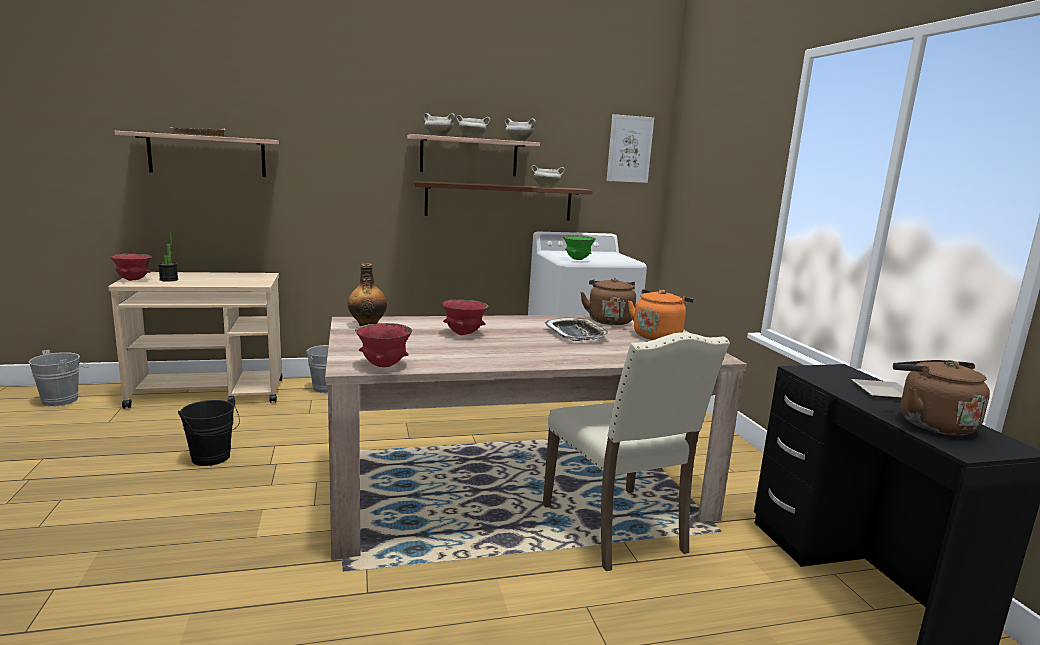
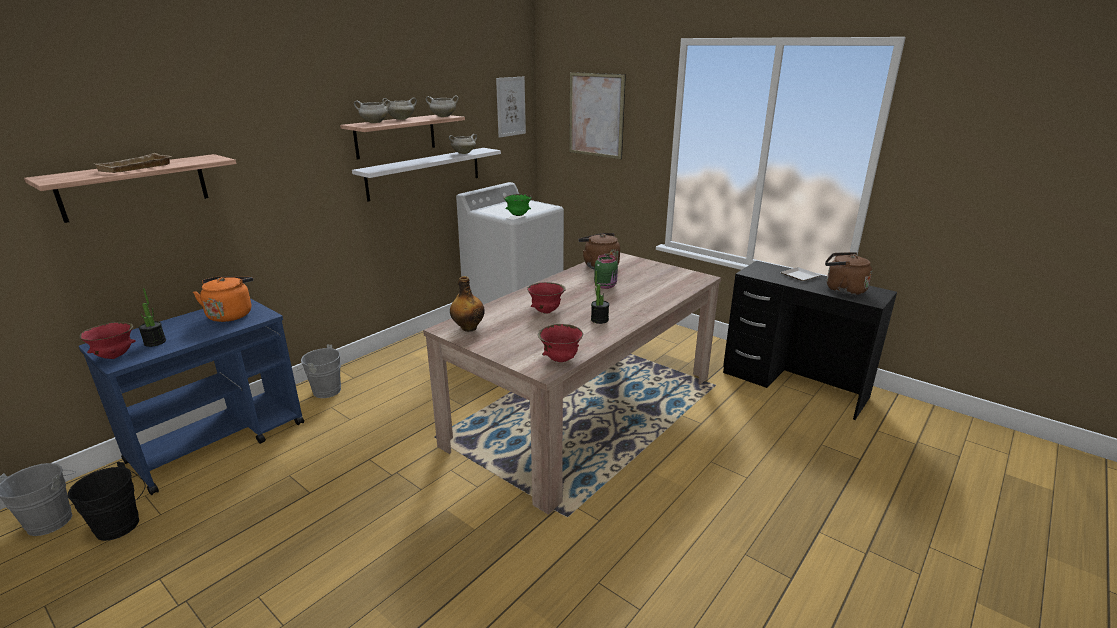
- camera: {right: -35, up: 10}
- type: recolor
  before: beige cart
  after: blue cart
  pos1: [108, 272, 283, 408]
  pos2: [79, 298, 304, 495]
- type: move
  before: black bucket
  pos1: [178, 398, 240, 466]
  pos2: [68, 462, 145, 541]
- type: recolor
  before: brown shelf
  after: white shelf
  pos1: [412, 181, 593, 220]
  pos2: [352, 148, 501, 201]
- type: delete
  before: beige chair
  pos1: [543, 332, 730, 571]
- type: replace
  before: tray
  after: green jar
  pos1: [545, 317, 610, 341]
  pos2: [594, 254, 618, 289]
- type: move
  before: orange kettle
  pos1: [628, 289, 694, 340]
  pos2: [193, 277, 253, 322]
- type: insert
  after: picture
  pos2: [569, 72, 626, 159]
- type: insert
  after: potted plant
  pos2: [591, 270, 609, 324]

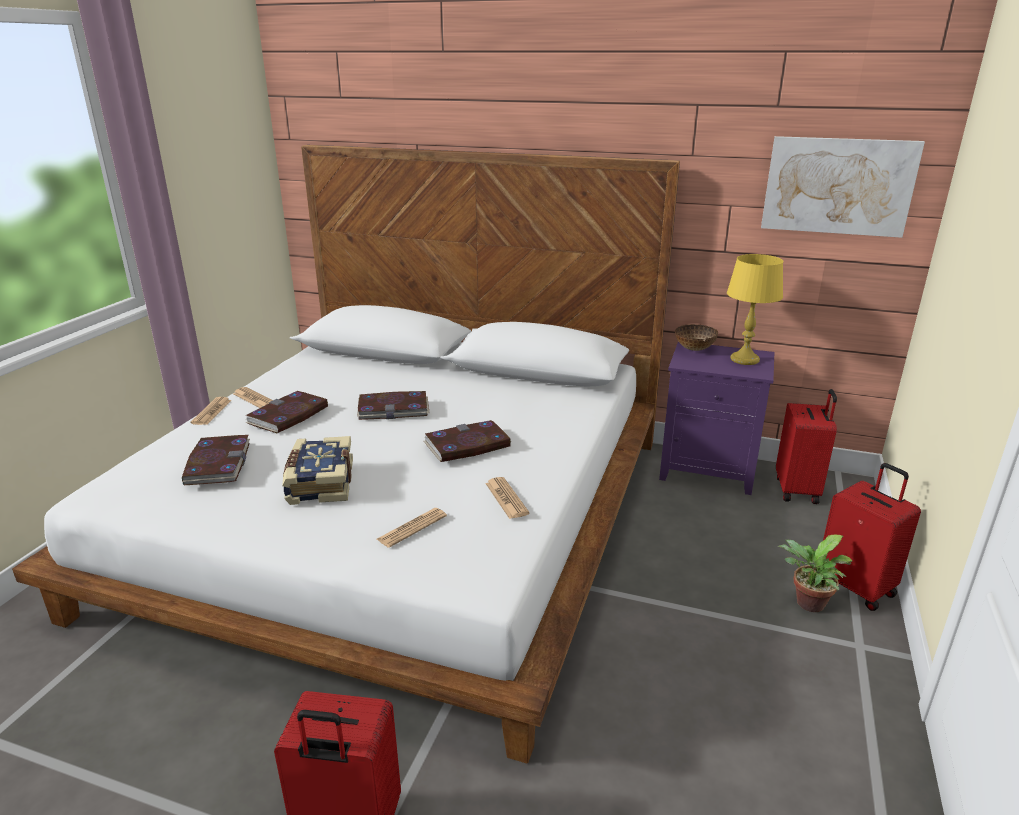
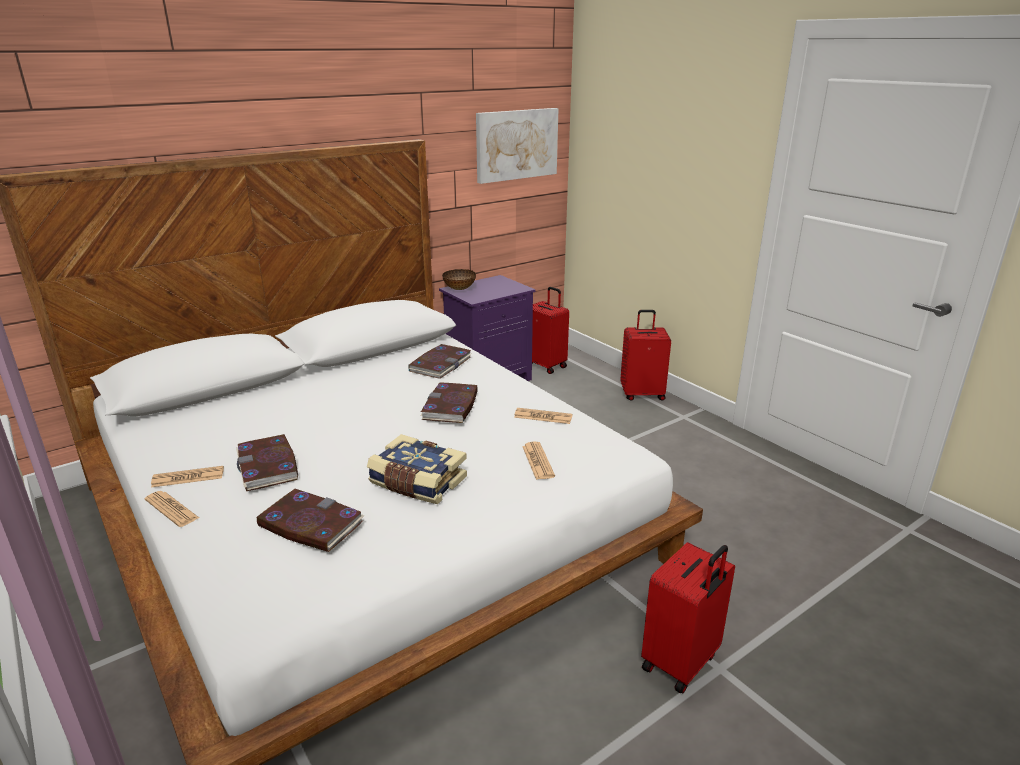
- camera: {right: -55, up: 0}
- type: move
  before: book
  pos1: [357, 391, 429, 420]
  pos2: [408, 344, 471, 379]
- type: delete
  before: yellow table lamp
  pos1: [727, 254, 783, 365]
- type: delete
  before: potted plant
  pos1: [777, 535, 852, 612]

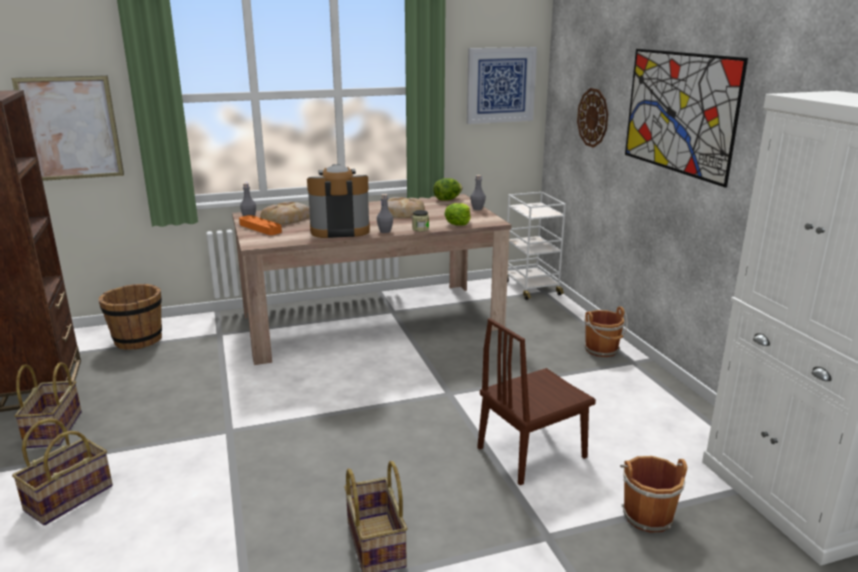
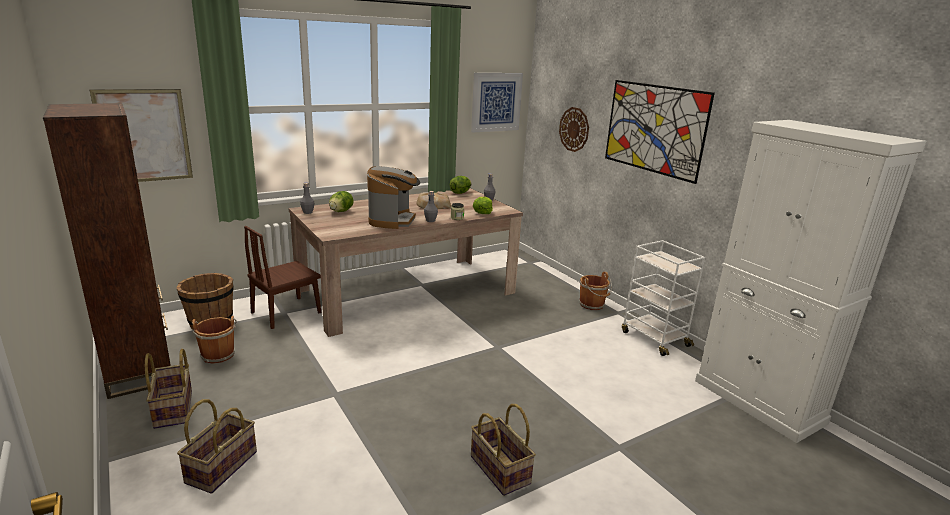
- camera: {right: -15, up: 0}
- type: delete
  before: orange tray
  pos1: [239, 215, 282, 235]
- type: replace
  before: bread
  after: lettuce
  pos1: [260, 202, 310, 224]
  pos2: [329, 191, 354, 212]
- type: rotate
  before: coffee machine
  pos1: [307, 164, 370, 238]
  pos2: [367, 166, 420, 229]
  turn: 120
- type: move
  before: brown chair
  pos1: [477, 318, 596, 485]
  pos2: [244, 226, 321, 329]
- type: move
  before: white cart
  pos1: [507, 192, 566, 300]
  pos2: [622, 240, 705, 356]
- type: move
  before: brown bucket
  pos1: [620, 456, 687, 533]
  pos2: [192, 316, 237, 364]

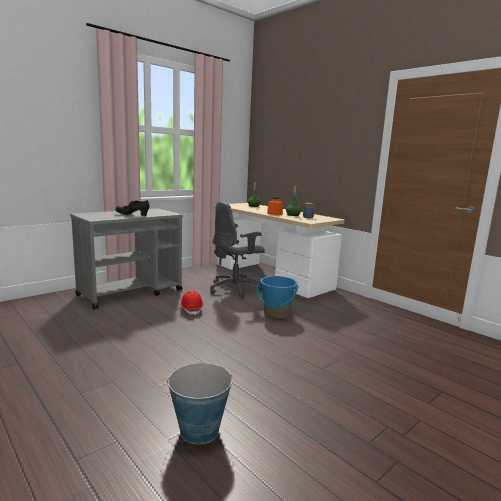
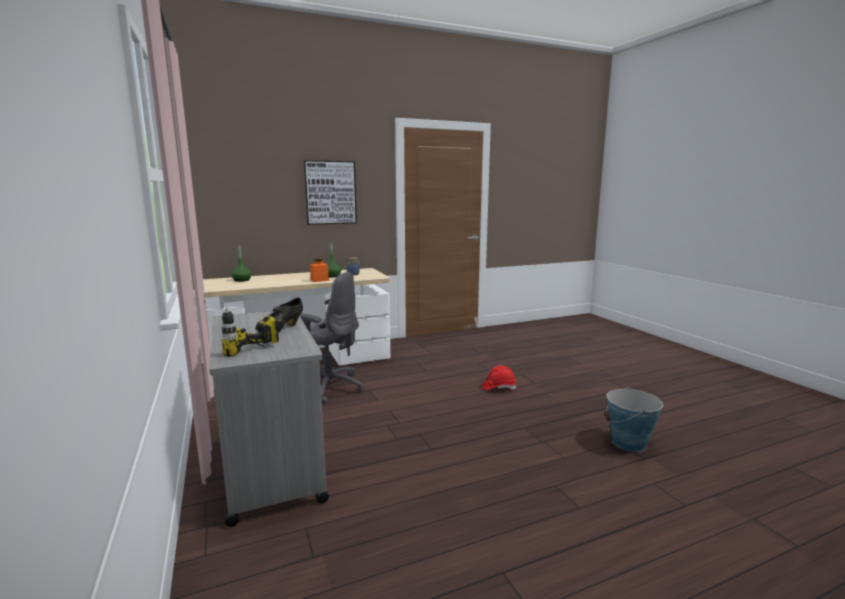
- camera: {right: -70, up: 0}
- type: move
  before: red hard hat
  pos1: [180, 291, 203, 315]
  pos2: [482, 365, 516, 390]
- type: rotate
  before: grey office chair
  pos1: [210, 201, 265, 299]
  pos2: [300, 272, 364, 404]
  turn: -60
- type: delete
  before: blue bucket
  pos1: [258, 276, 299, 319]
- type: insert
  after: power drill
  pos2: [221, 307, 279, 357]
- type: insert
  after: picture
  pos2: [304, 160, 357, 225]

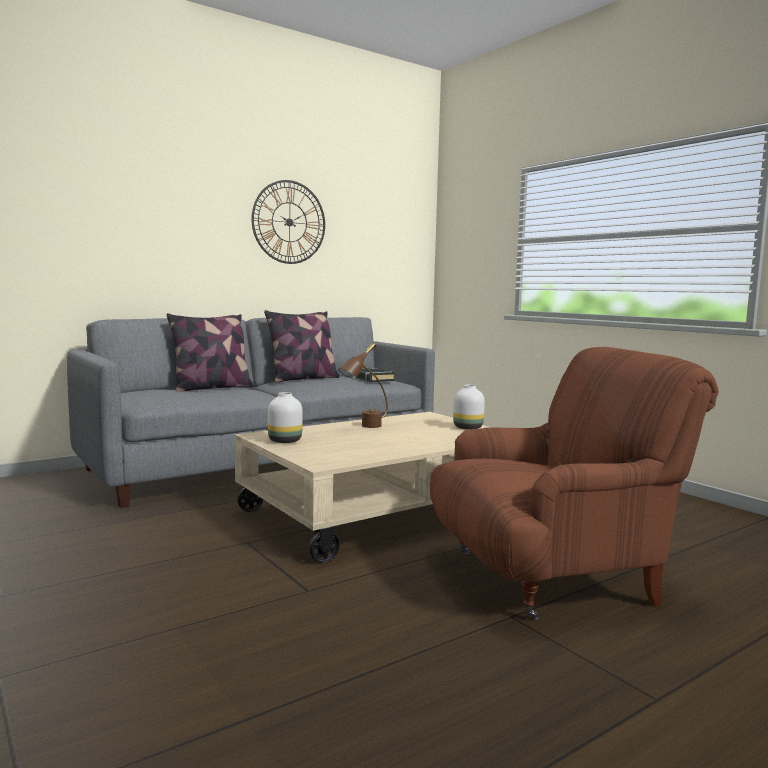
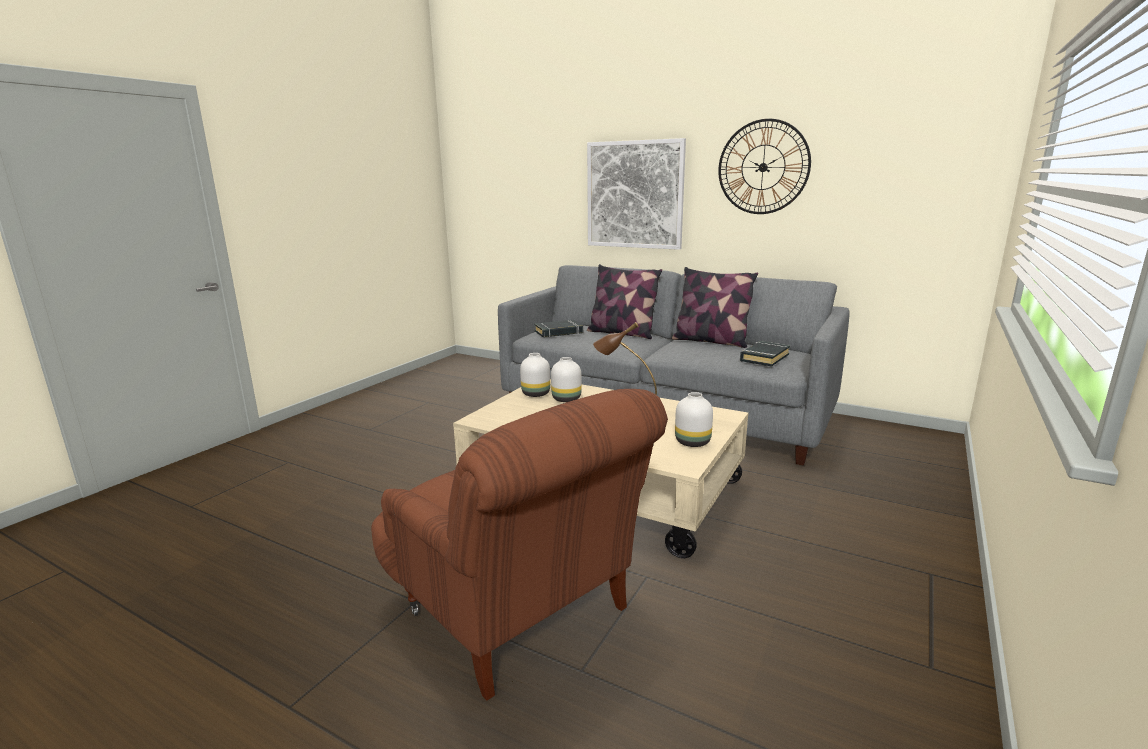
- camera: {right: 65, up: 10}
- type: insert
  after: black book
  pos2: [535, 320, 583, 337]
- type: insert
  after: white vase
  pos2: [551, 357, 582, 402]
- type: insert
  after: picture
  pos2: [587, 138, 686, 250]

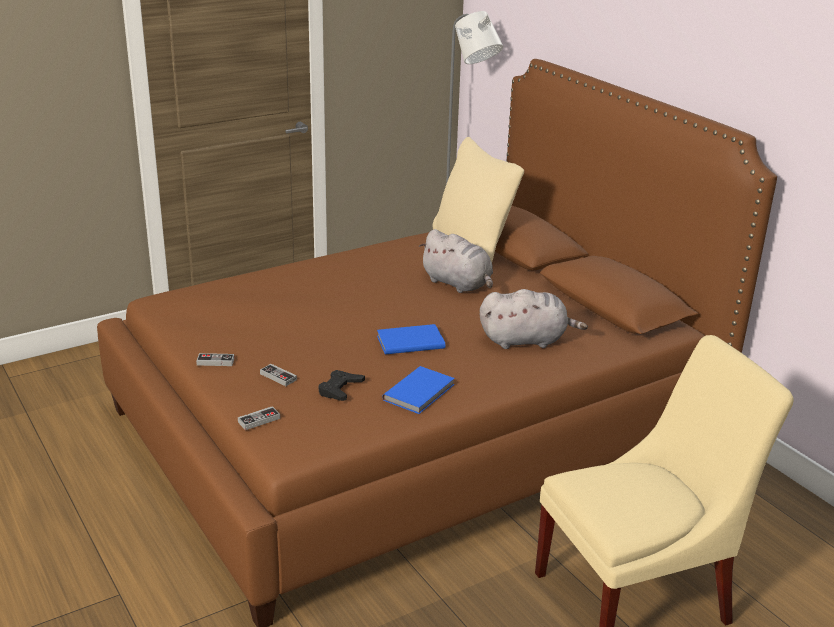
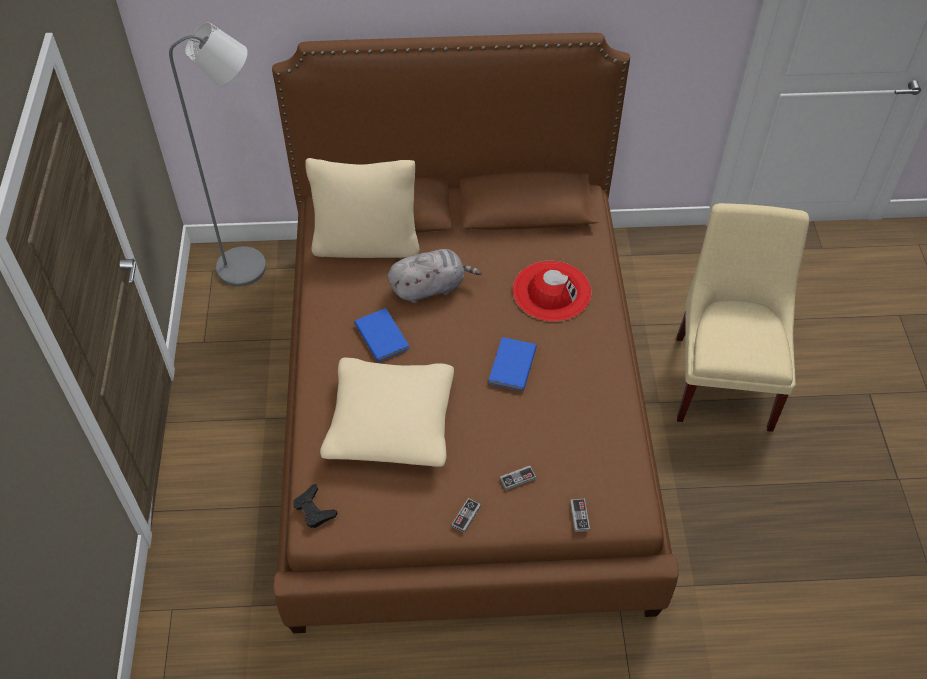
- camera: {right: -60, up: 25}
- type: move
  before: black game controller
  pos1: [319, 370, 365, 401]
  pos2: [293, 484, 338, 528]
- type: move
  before: blue book
  pos1: [382, 366, 455, 414]
  pos2: [354, 308, 410, 362]
- type: replace
  before: grey plush toy
  after: red hat
  pos1: [480, 289, 588, 349]
  pos2: [513, 261, 592, 322]
- type: insert
  after: beige pillow
  pos2: [320, 357, 454, 467]

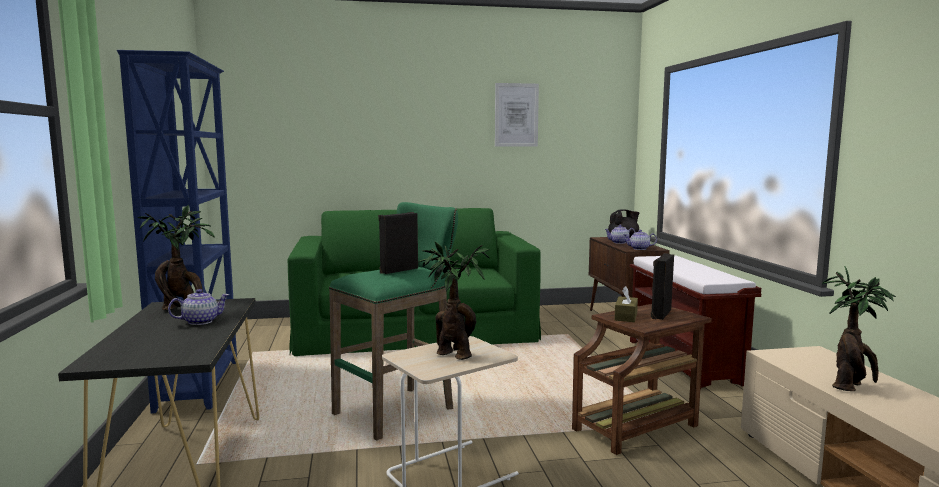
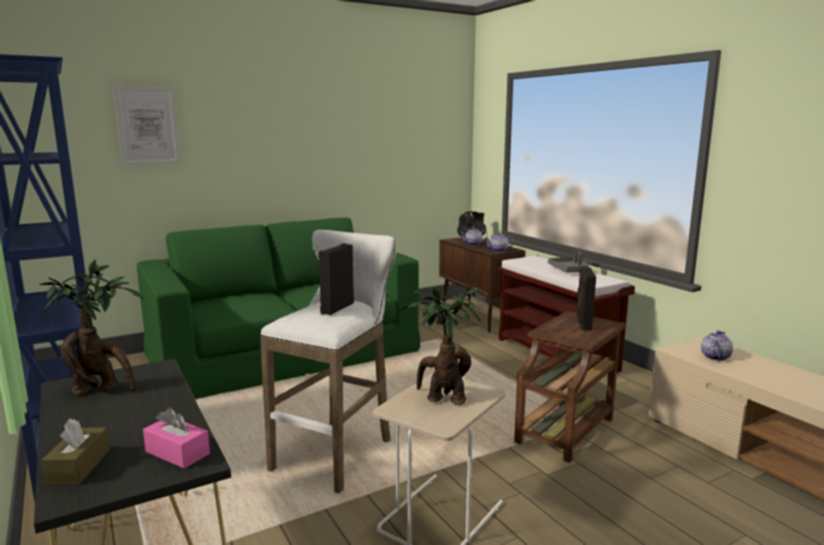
- camera: {right: -20, up: 5}
- type: move
  before: teapot
  pos1: [168, 289, 229, 325]
  pos2: [701, 331, 733, 361]
- type: recolor
  before: green stool
  after: white stool
  pos1: [329, 202, 458, 441]
  pos2: [260, 230, 397, 494]
- type: move
  before: picture
  pos1: [495, 83, 539, 147]
  pos2: [113, 85, 181, 166]
- type: move
  before: brown tissue box
  pos1: [614, 286, 638, 322]
  pos2: [42, 418, 110, 485]
- type: delete
  before: potted plant
  pos1: [822, 266, 896, 391]
- type: insert
  after: pink tissue box
  pos2: [143, 408, 210, 469]
- type: insert
  after: grey tray
  pos2: [548, 252, 589, 272]

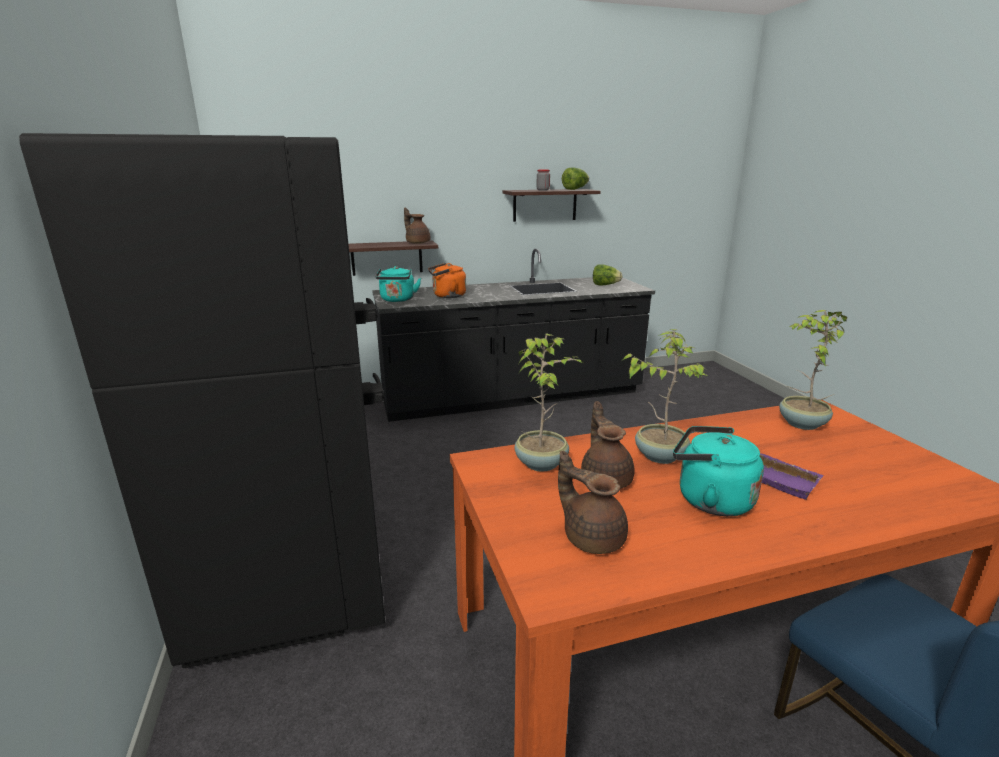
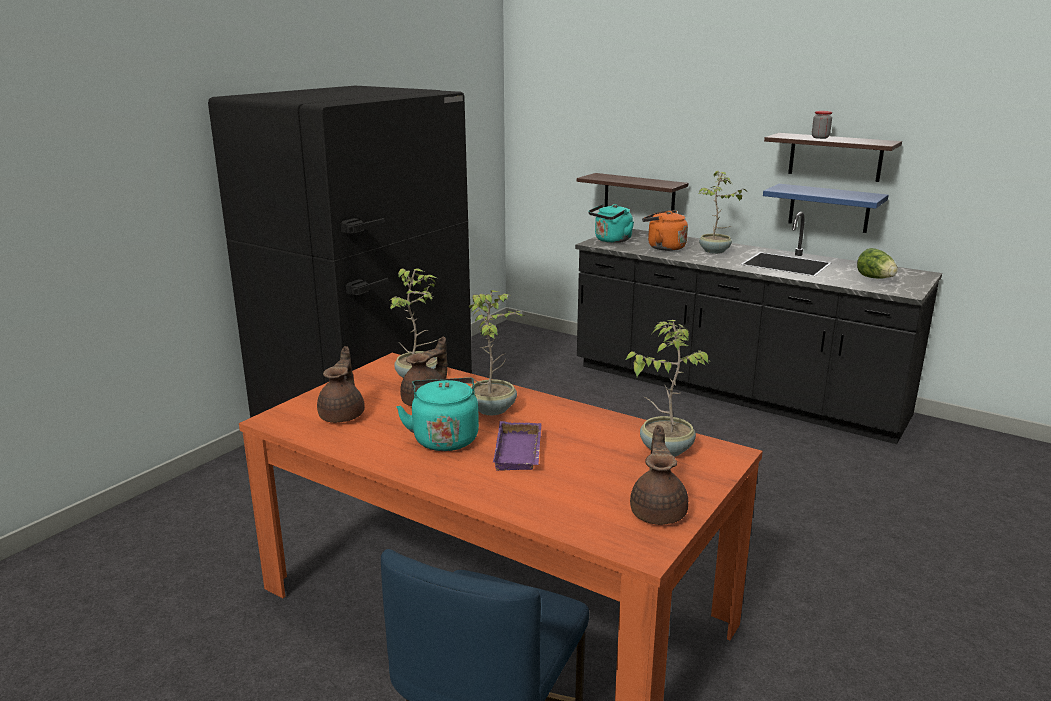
- camera: {right: 50, up: 0}
- type: move
  before: brown teapot
  pos1: [404, 208, 431, 244]
  pos2: [630, 425, 688, 525]
- type: delete
  before: lettuce
  pos1: [562, 167, 589, 190]
- type: insert
  after: potted plant
  pos2: [698, 171, 748, 254]
- type: insert
  after: blue shelf
  pos2: [763, 184, 888, 233]

